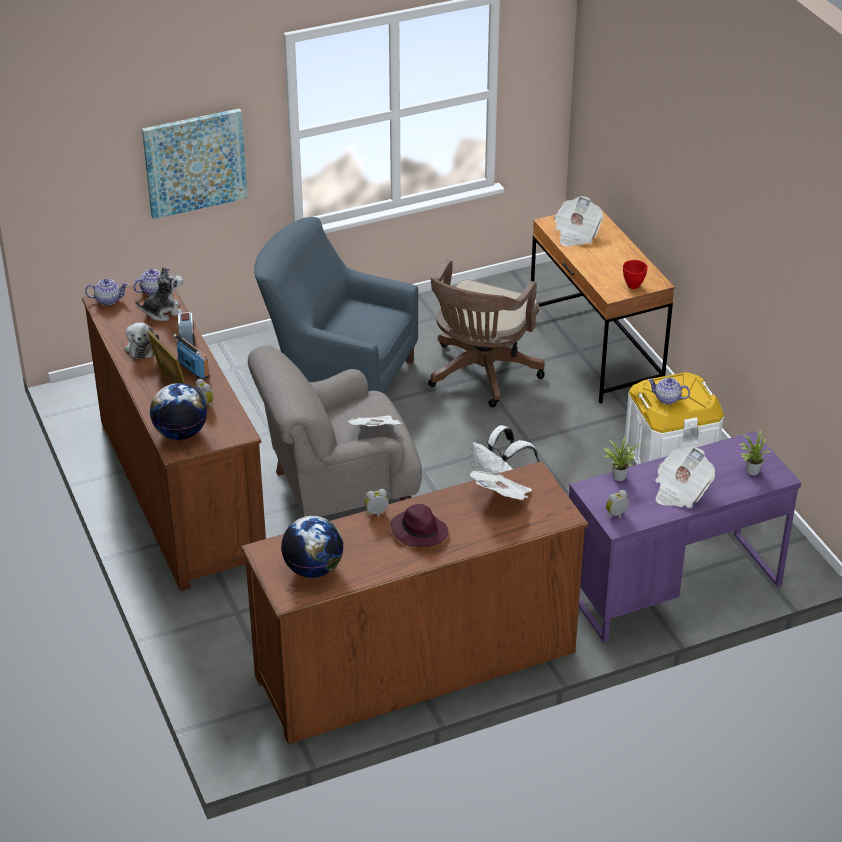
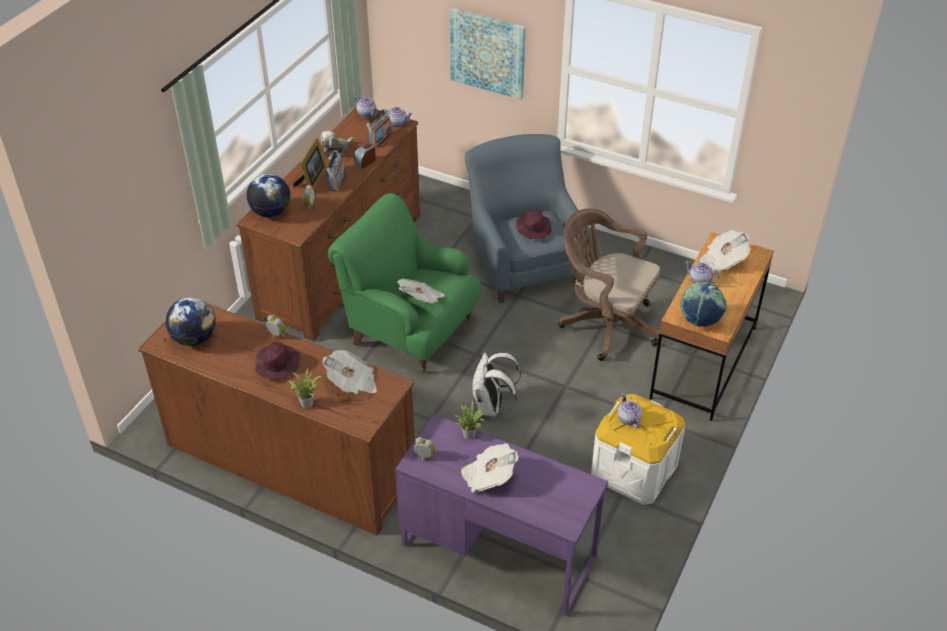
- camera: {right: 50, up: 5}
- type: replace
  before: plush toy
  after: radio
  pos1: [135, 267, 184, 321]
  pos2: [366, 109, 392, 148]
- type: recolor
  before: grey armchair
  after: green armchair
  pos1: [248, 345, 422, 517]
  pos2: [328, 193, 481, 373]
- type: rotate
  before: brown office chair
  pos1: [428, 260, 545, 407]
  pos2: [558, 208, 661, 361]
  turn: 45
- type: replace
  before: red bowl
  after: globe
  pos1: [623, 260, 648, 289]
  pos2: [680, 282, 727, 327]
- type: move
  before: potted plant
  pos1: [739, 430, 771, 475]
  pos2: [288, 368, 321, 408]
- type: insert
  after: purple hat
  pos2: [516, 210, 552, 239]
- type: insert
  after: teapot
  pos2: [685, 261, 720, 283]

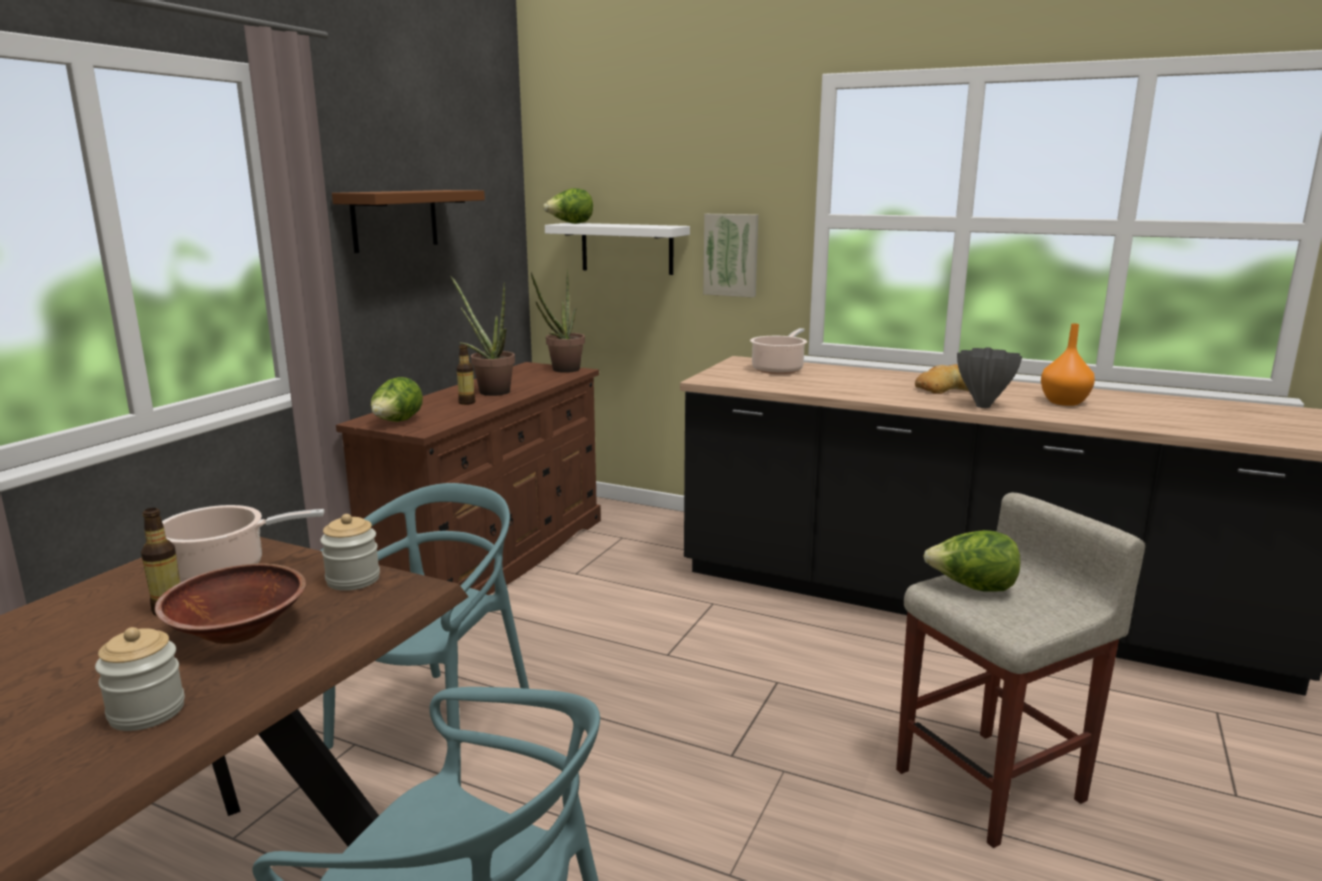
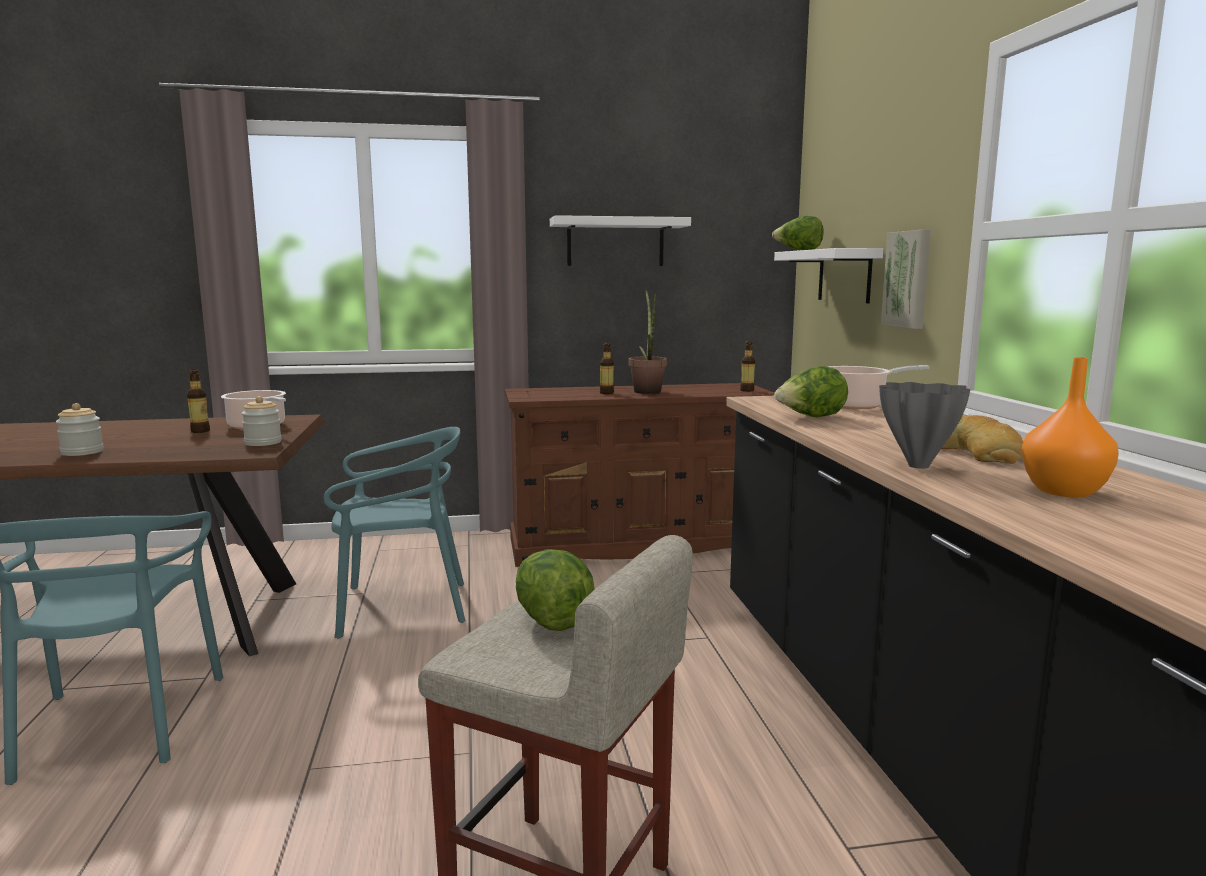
- camera: {right: 55, up: -5}
- type: delete
  before: brown bowl
  pos1: [155, 564, 306, 644]
- type: recolor
  before: brown shelf
  after: white shelf
  pos1: [332, 190, 485, 253]
  pos2: [550, 215, 691, 266]
- type: move
  before: lettuce
  pos1: [370, 377, 423, 422]
  pos2: [774, 366, 848, 417]
- type: replace
  before: potted plant
  after: bottle
  pos1: [531, 269, 585, 373]
  pos2: [740, 341, 755, 392]

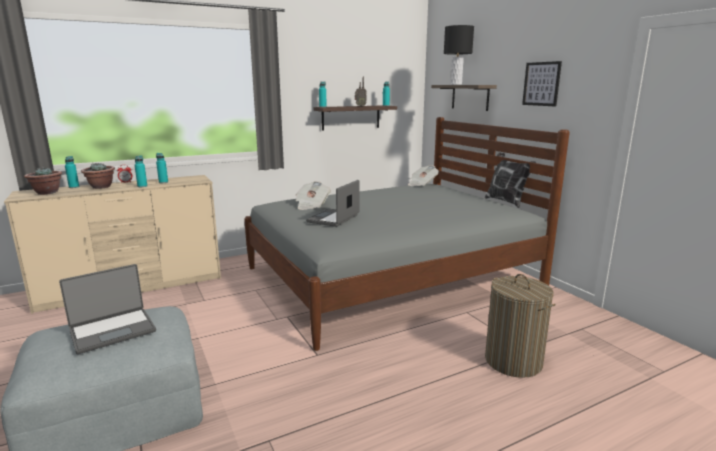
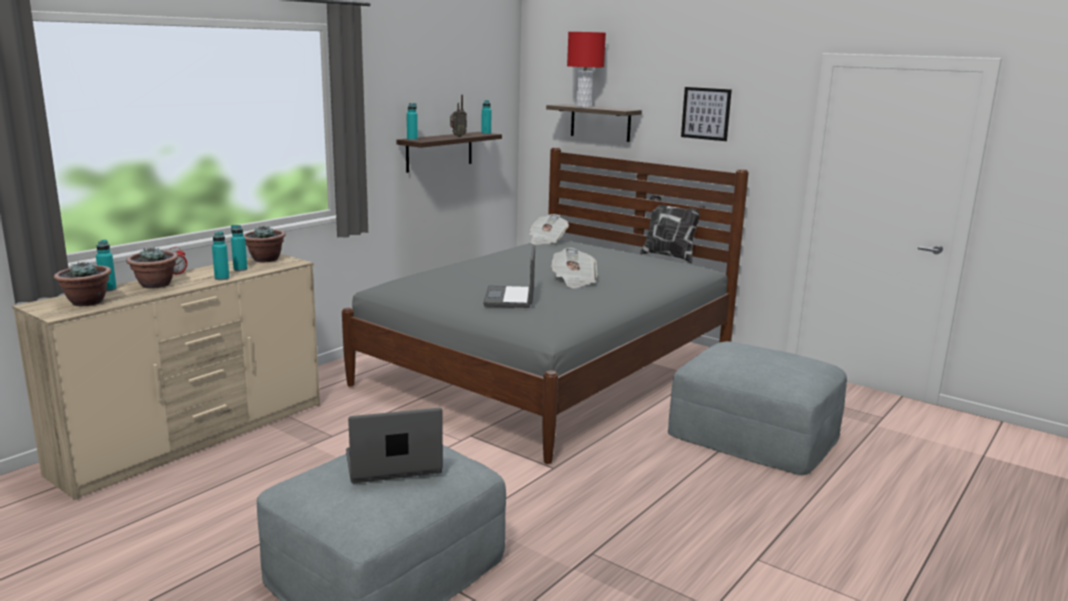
- camera: {right: -25, up: 0}
- type: rotate
  before: laptop
  pos1: [59, 264, 156, 354]
  pos2: [346, 408, 443, 483]
  turn: -135
- type: move
  before: newspaper
  pos1: [295, 181, 331, 210]
  pos2: [551, 248, 597, 288]
- type: recolor
  before: black table lamp
  after: red table lamp
  pos1: [444, 25, 474, 85]
  pos2: [567, 32, 606, 107]
- type: replace
  before: laundry basket
  after: grey ottoman
  pos1: [485, 274, 556, 378]
  pos2: [668, 341, 847, 475]
- type: insert
  after: potted plant
  pos2: [243, 225, 286, 262]

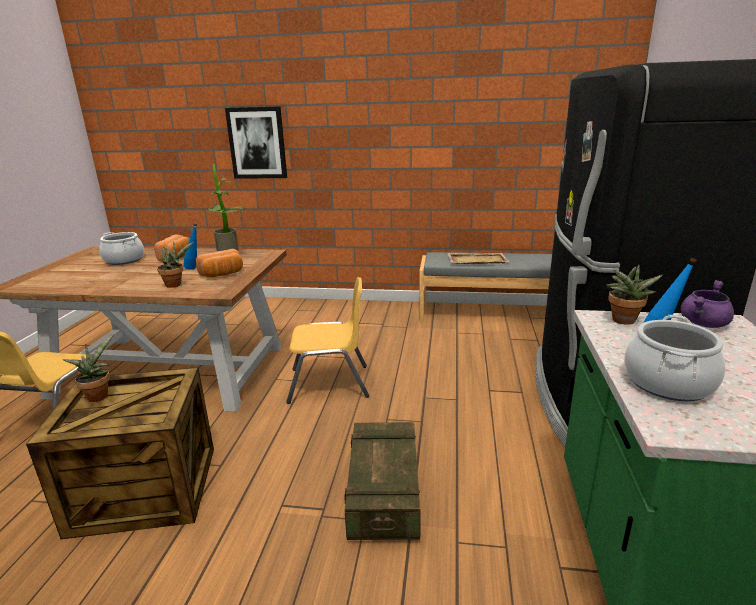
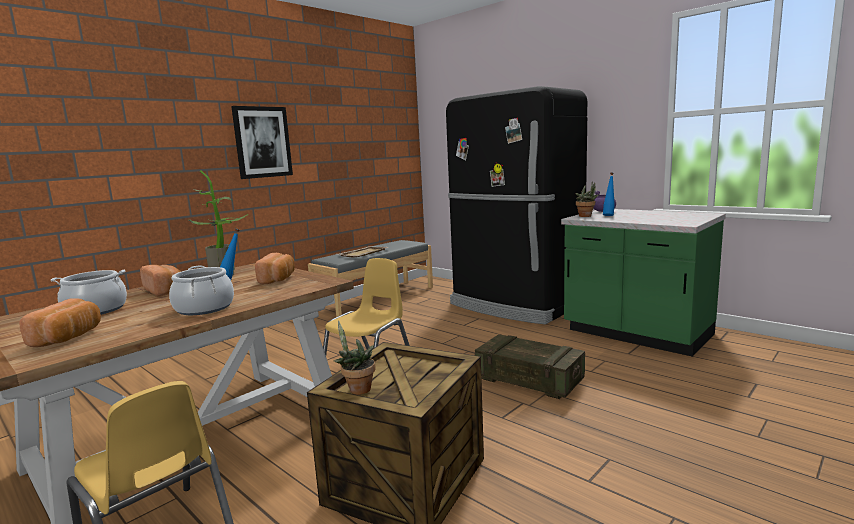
- camera: {right: -55, up: -10}
- type: delete
  before: potted plant
  pos1: [157, 241, 194, 288]
- type: move
  before: picture
  pos1: [225, 106, 287, 179]
  pos2: [231, 106, 293, 179]
- type: move
  before: cooking pot
  pos1: [624, 315, 725, 401]
  pos2: [169, 265, 234, 315]
- type: insert
  after: bread
  pos2: [19, 298, 101, 347]

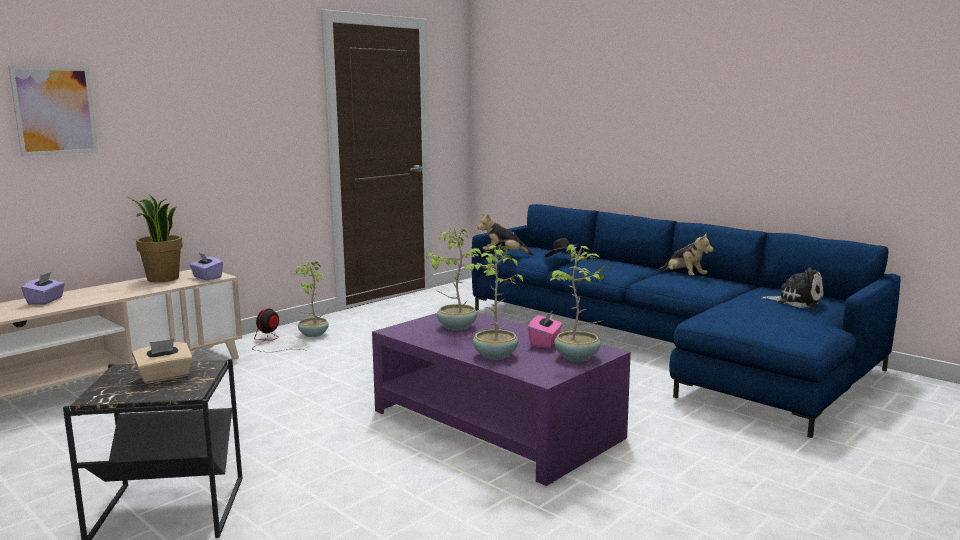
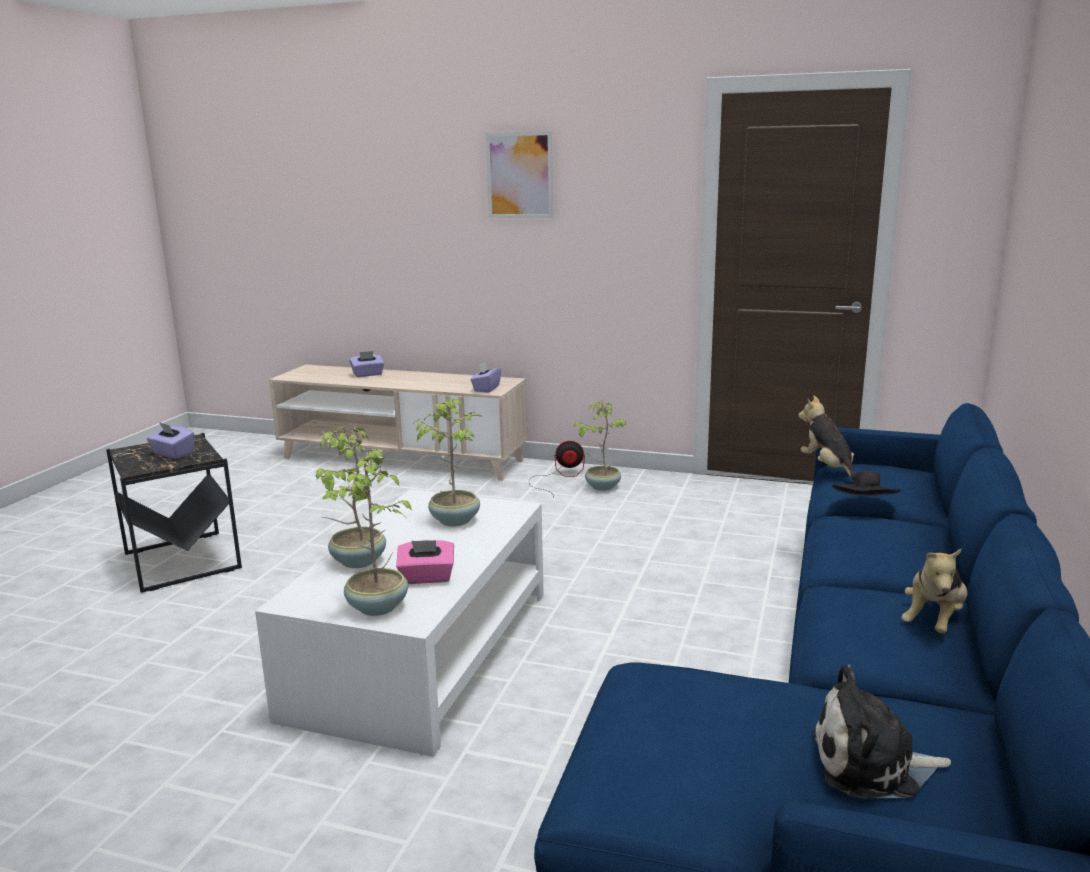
- camera: {right: 65, up: 5}
- type: move
  before: picture
  pos1: [8, 65, 98, 156]
  pos2: [485, 131, 553, 218]
- type: delete
  before: potted plant
  pos1: [127, 194, 183, 282]
- type: recolor
  before: beige tissue box
  after: purple tissue box
  pos1: [132, 339, 193, 384]
  pos2: [147, 422, 195, 459]
- type: recolor
  before: purple coffee table
  after: white coffee table
  pos1: [372, 312, 631, 486]
  pos2: [255, 489, 544, 757]
- type: rotate
  before: plush toy
  pos1: [761, 267, 824, 308]
  pos2: [812, 665, 951, 798]
  turn: 90

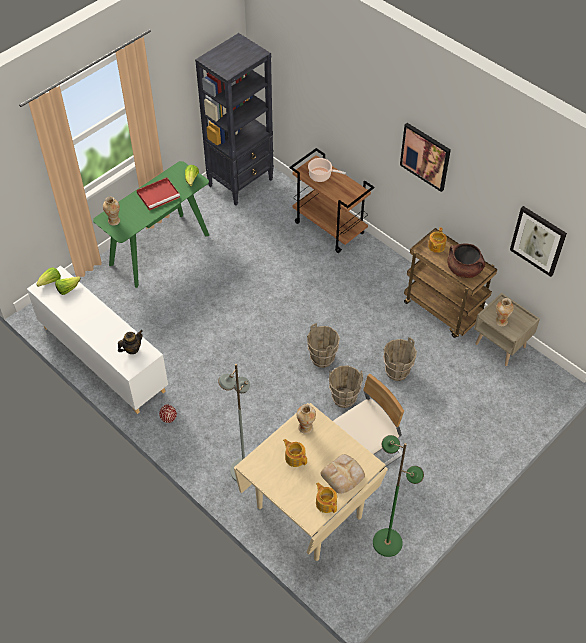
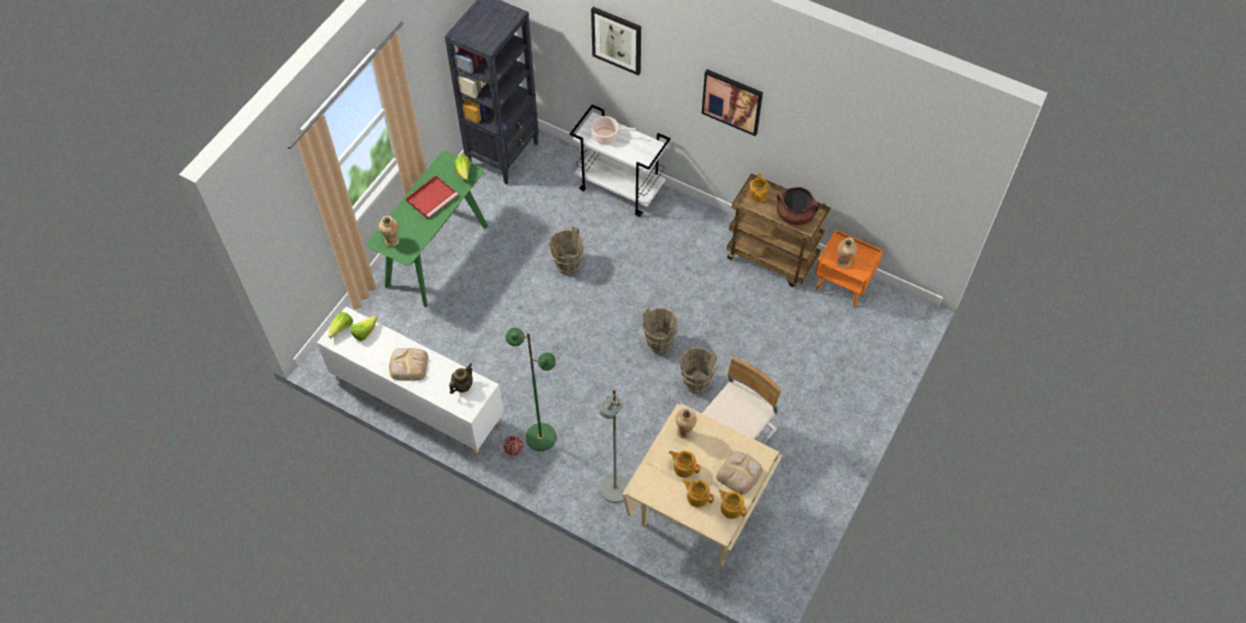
- camera: {right: -15, up: 5}
- type: recolor
  before: brown cart
  after: white cart
  pos1: [290, 148, 374, 253]
  pos2: [570, 105, 671, 217]
- type: move
  before: green floor lamp
  pos1: [373, 435, 424, 557]
  pos2: [506, 328, 556, 451]
- type: move
  before: brown bucket
  pos1: [383, 337, 417, 381]
  pos2: [549, 226, 584, 274]
- type: recolor
  before: beige nightstand
  after: orange nightstand
  pos1: [474, 293, 540, 366]
  pos2: [815, 230, 883, 307]
- type: move
  before: picture
  pos1: [510, 206, 567, 277]
  pos2: [591, 7, 641, 76]
- type: insert
  after: bread
  pos2: [389, 348, 428, 381]
- type: insert
  after: teapot
  pos2: [682, 480, 714, 507]

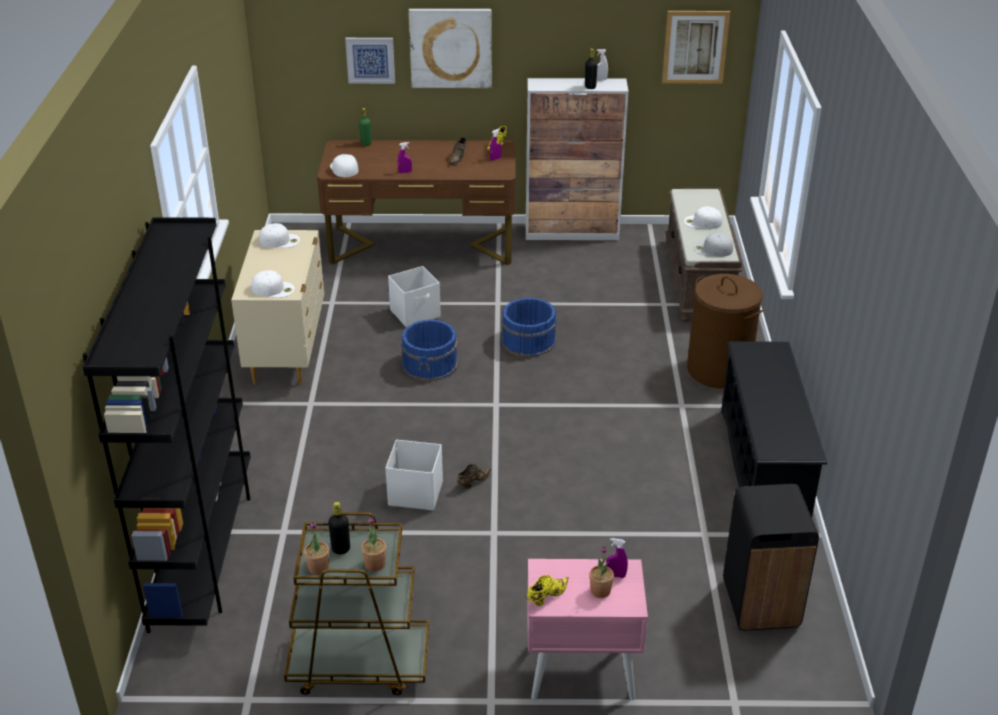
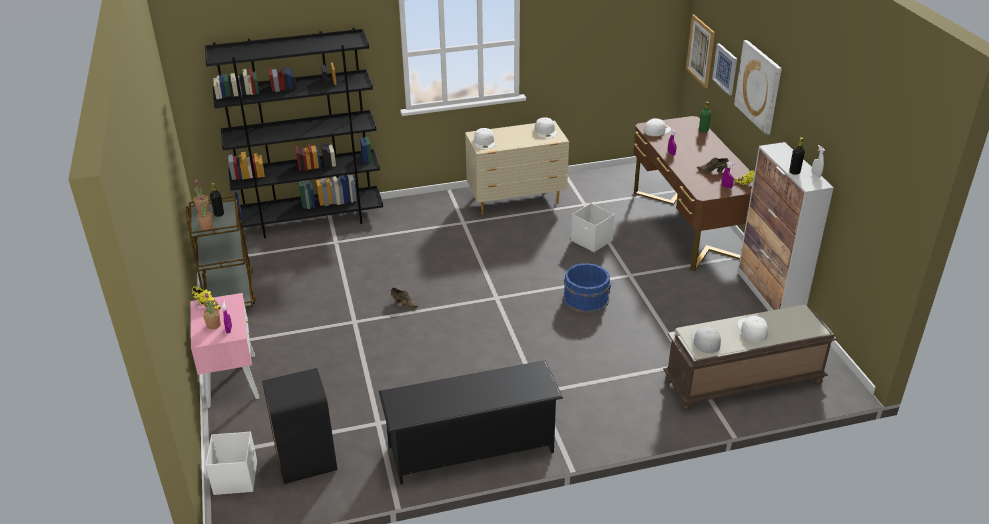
- camera: {right: 75, up: 0}
- type: move
  before: white storage box
  pos1: [385, 440, 443, 511]
  pos2: [206, 431, 257, 495]
- type: delete
  before: blue bucket
  pos1: [401, 319, 458, 382]
- type: move
  before: picture
  pos1: [662, 11, 730, 83]
  pos2: [686, 15, 715, 88]
- type: delete
  before: brown laundry basket
  pos1: [687, 274, 763, 388]

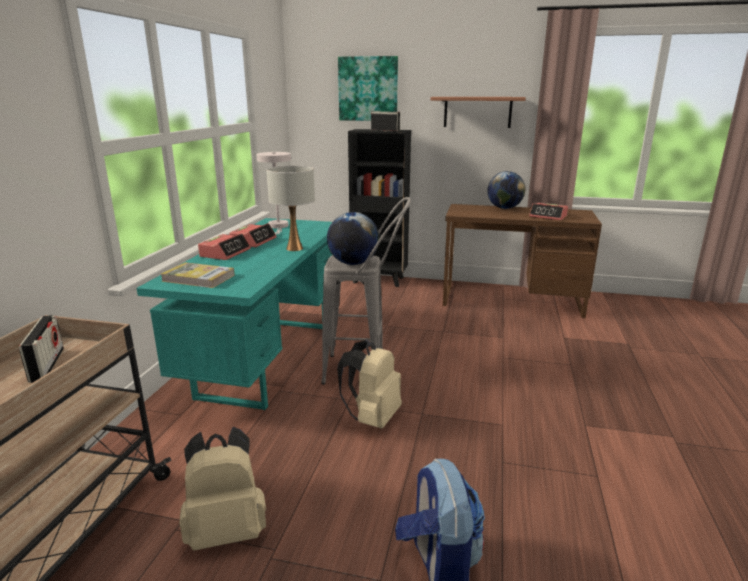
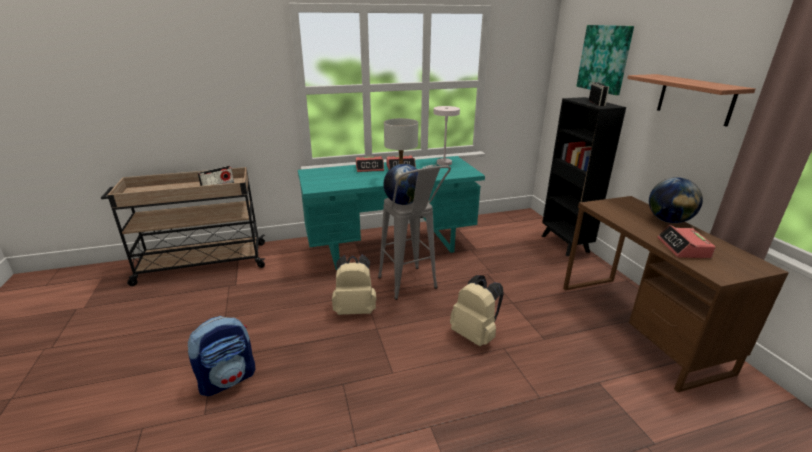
- camera: {right: 60, up: 5}
- type: delete
  before: book
  pos1: [161, 262, 235, 288]
- type: move
  before: beige backpack
  pos1: [179, 427, 266, 551]
  pos2: [450, 275, 504, 346]

